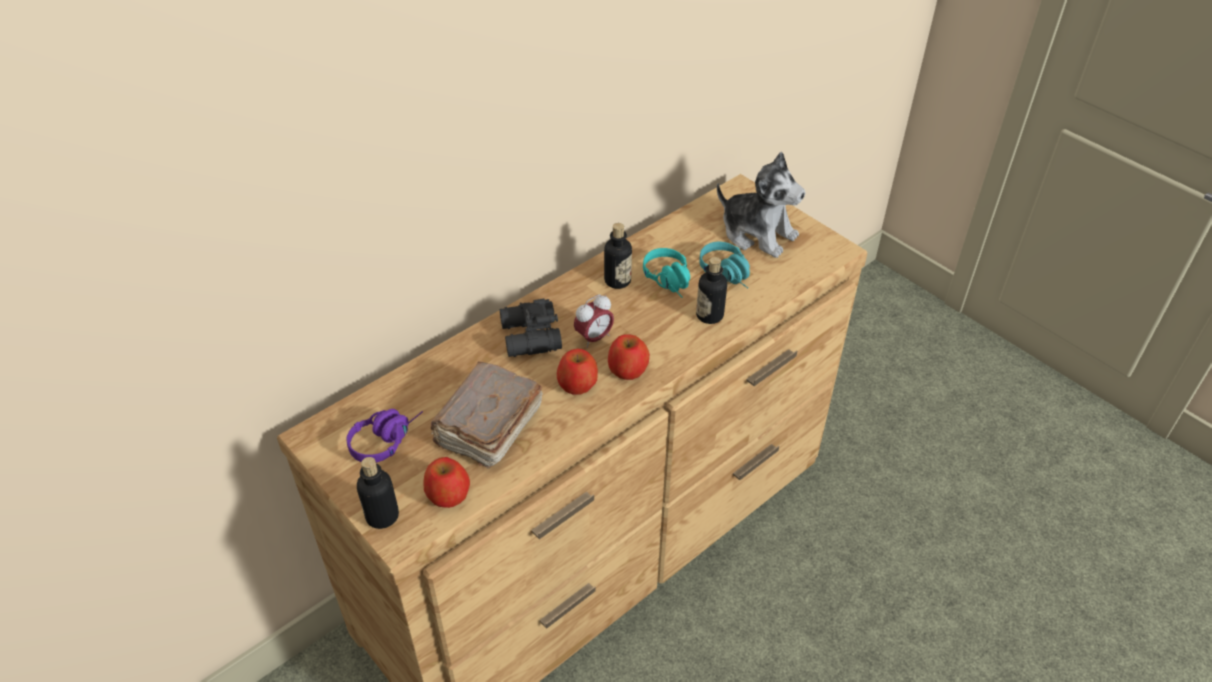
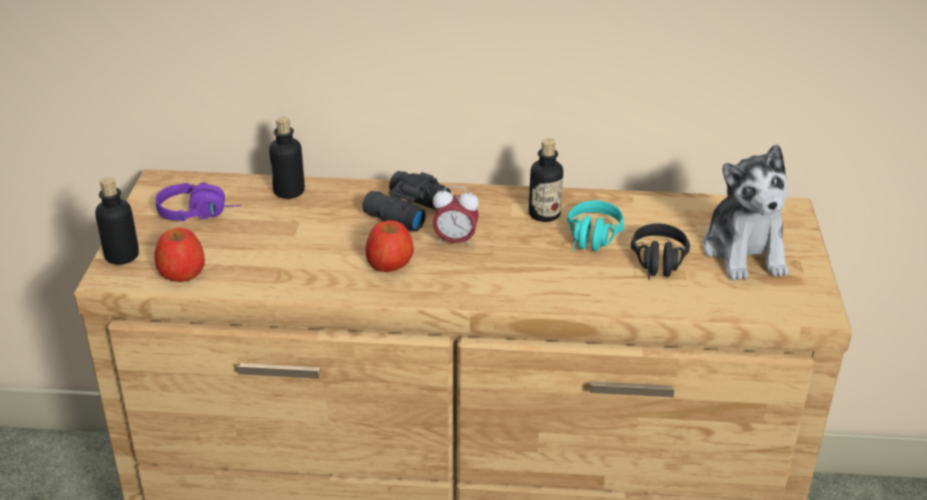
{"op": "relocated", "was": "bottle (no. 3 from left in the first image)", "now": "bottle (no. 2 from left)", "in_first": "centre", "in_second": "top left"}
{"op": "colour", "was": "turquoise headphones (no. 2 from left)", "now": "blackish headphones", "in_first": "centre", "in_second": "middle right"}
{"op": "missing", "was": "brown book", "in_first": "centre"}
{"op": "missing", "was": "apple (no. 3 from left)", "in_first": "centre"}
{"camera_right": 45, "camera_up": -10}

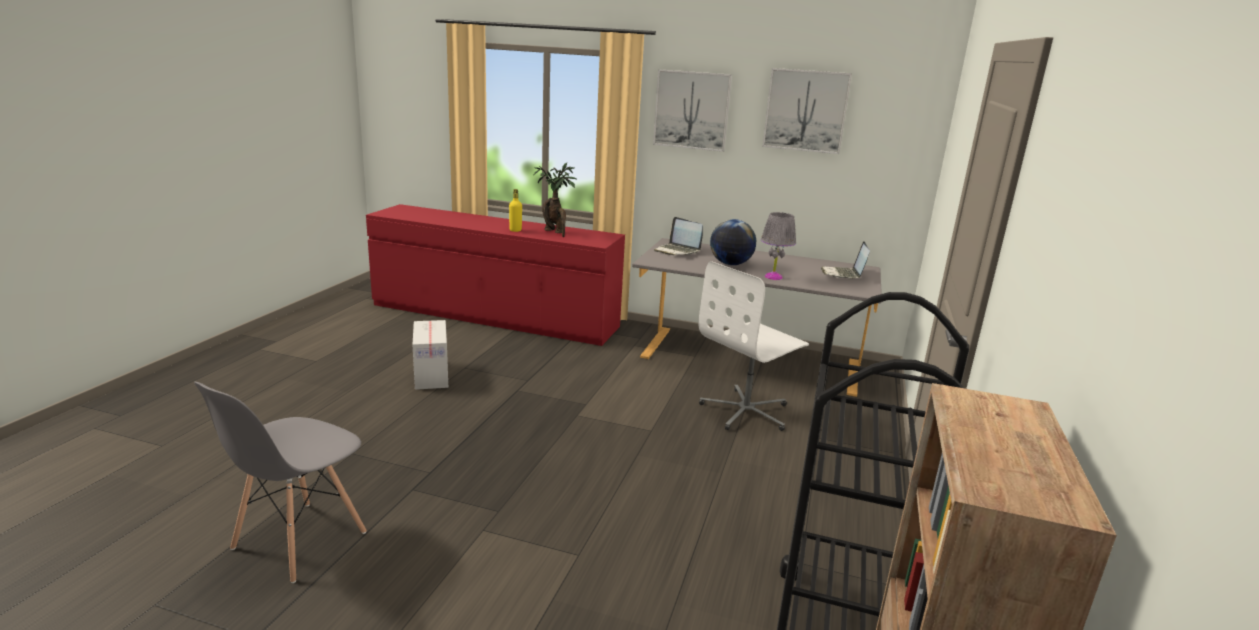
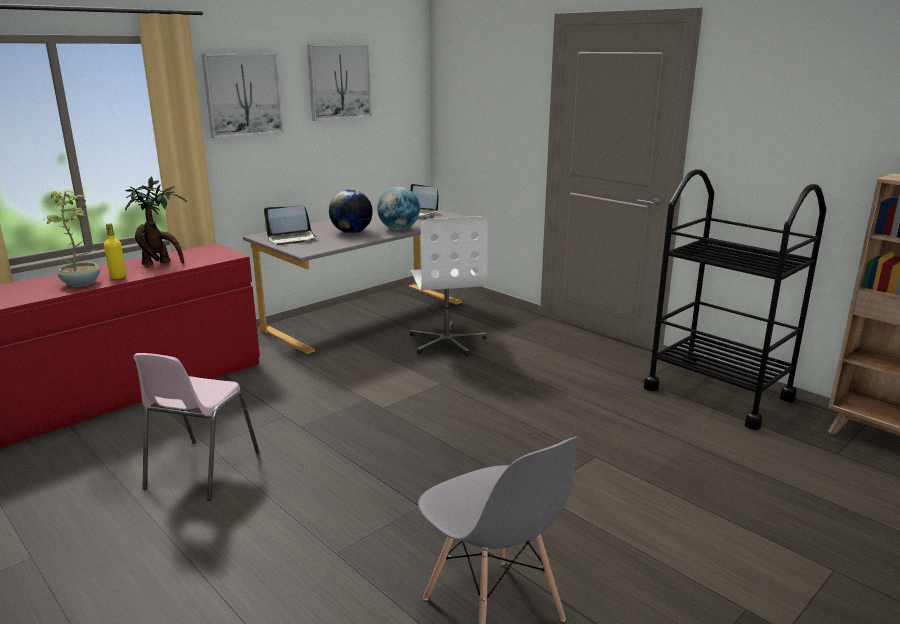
{"op": "appeared", "now": "plant in a pot (no. 1 from left)", "in_second": "middle left"}
{"op": "exchanged", "was": "packing box", "now": "pinkish upright chair", "in_first": "centre", "in_second": "bottom left"}
{"op": "exchanged", "was": "gray tabletop lamp", "now": "desk globe (no. 2 from left)", "in_first": "centre", "in_second": "centre"}
{"camera_right": -60, "camera_up": 0}

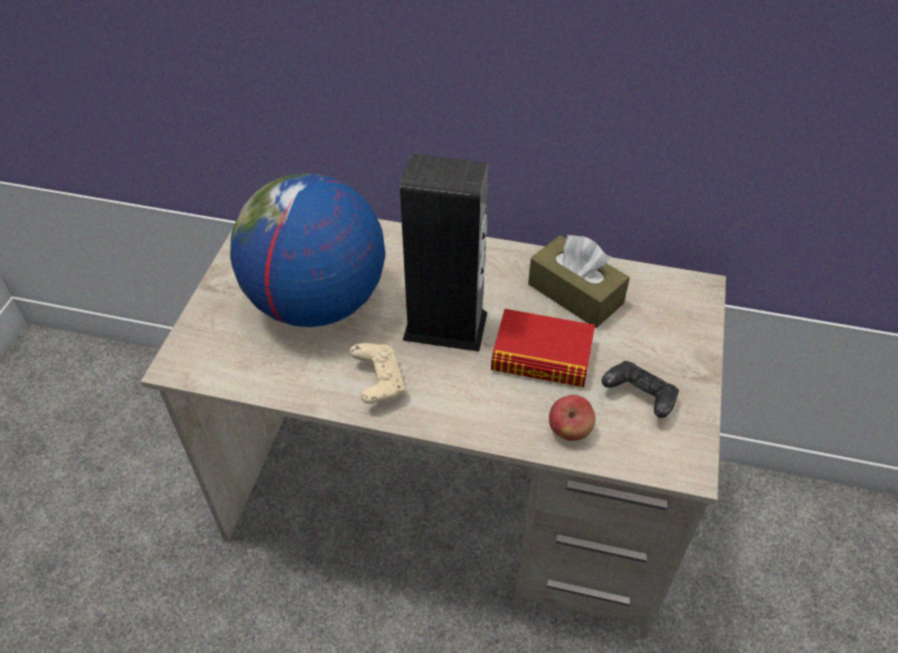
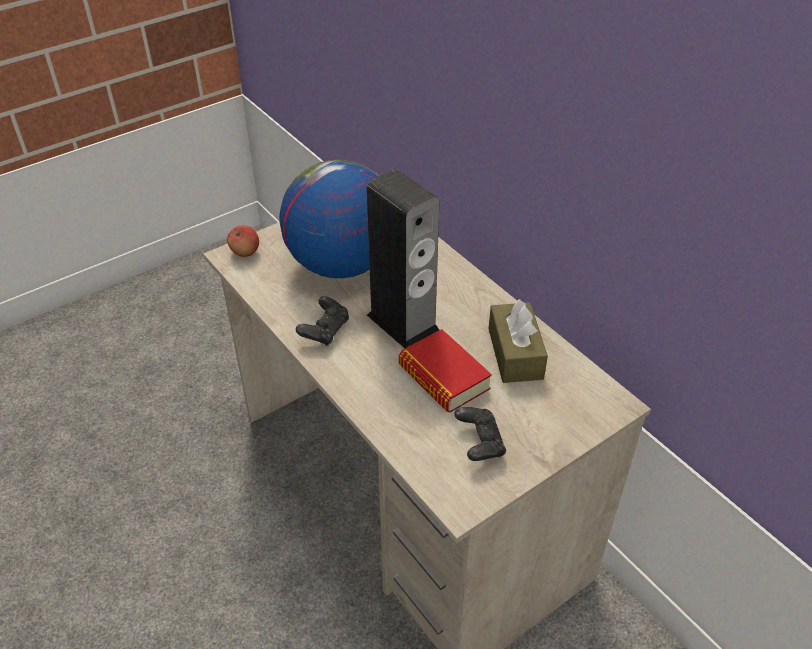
{"op": "relocated", "was": "apple", "in_first": "centre", "in_second": "middle left"}
{"op": "colour", "was": "beige game controller", "now": "blackish game controller (no. 1 from left)", "in_first": "centre", "in_second": "centre"}
{"camera_right": 40, "camera_up": -5}

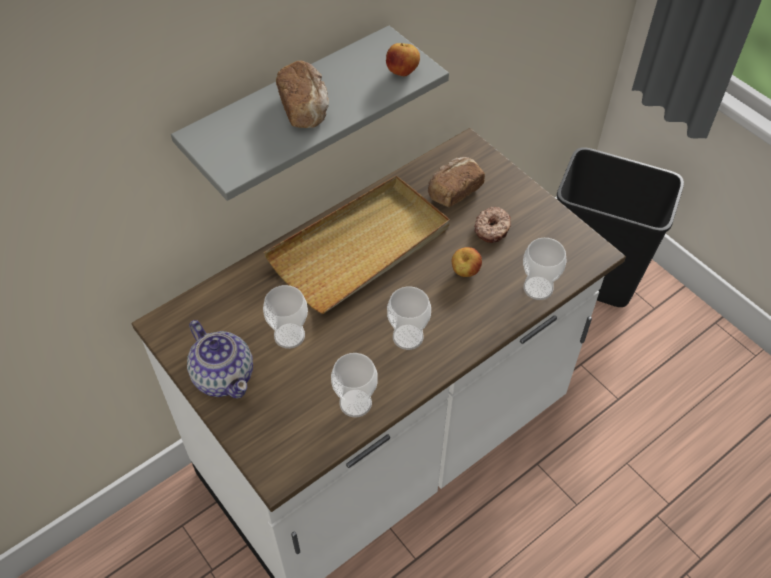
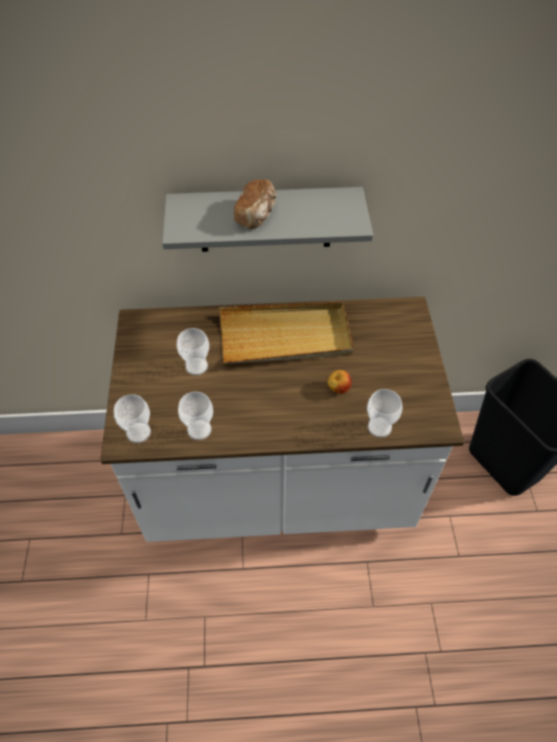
{"op": "relocated", "was": "drinking cup (no. 3 from left in the first image)", "now": "drinking cup (no. 1 from left)", "in_first": "centre", "in_second": "middle left"}
{"op": "missing", "was": "teapot", "in_first": "middle left"}
{"op": "missing", "was": "apple (no. 1 from left)", "in_first": "top centre"}
{"op": "missing", "was": "bakery bread (no. 2 from left)", "in_first": "top centre"}
{"op": "missing", "was": "ring doughnut", "in_first": "centre"}
{"camera_right": 35, "camera_up": 0}

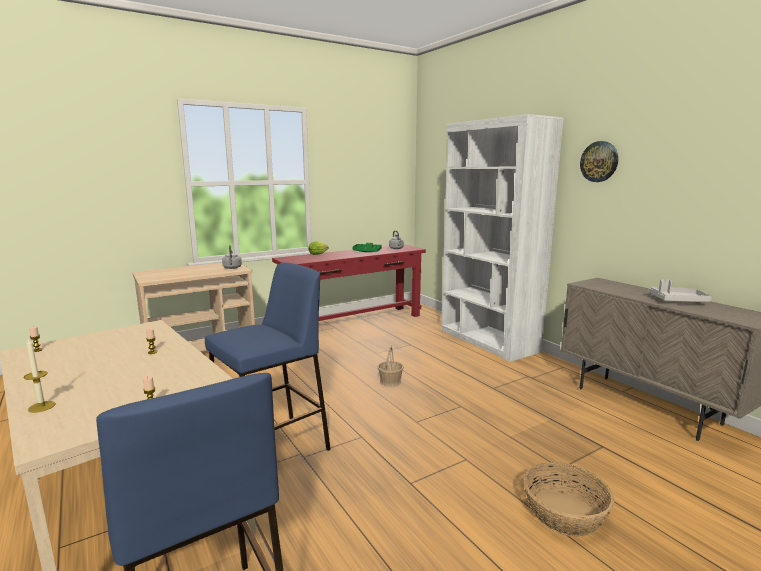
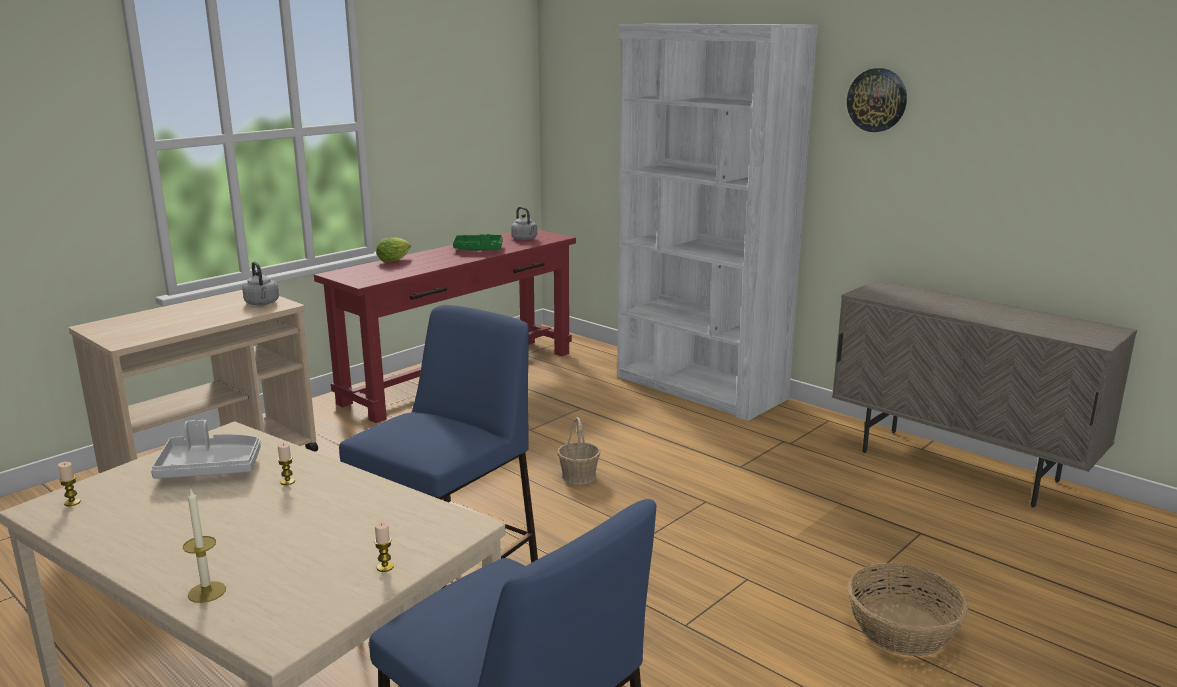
{"op": "relocated", "was": "gray serving tray", "in_first": "middle right", "in_second": "middle left"}
{"camera_right": -15, "camera_up": 5}

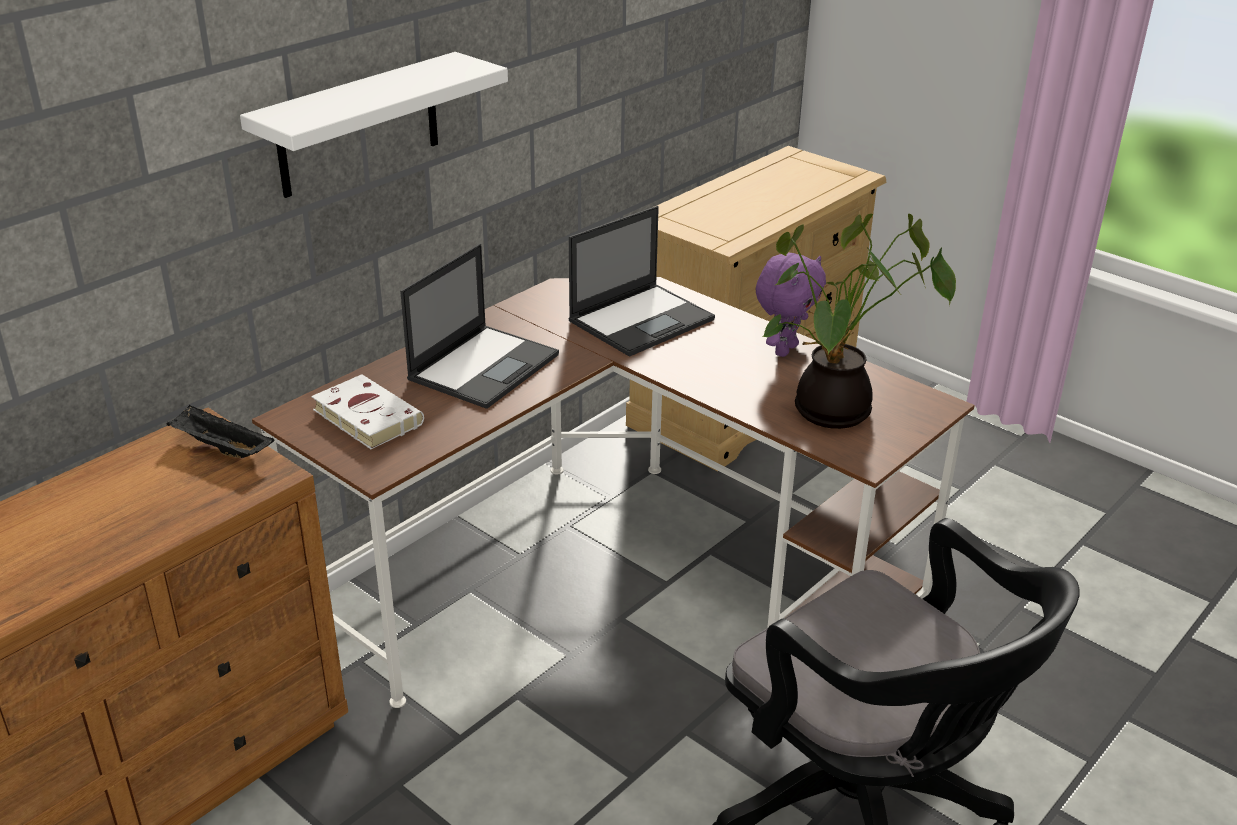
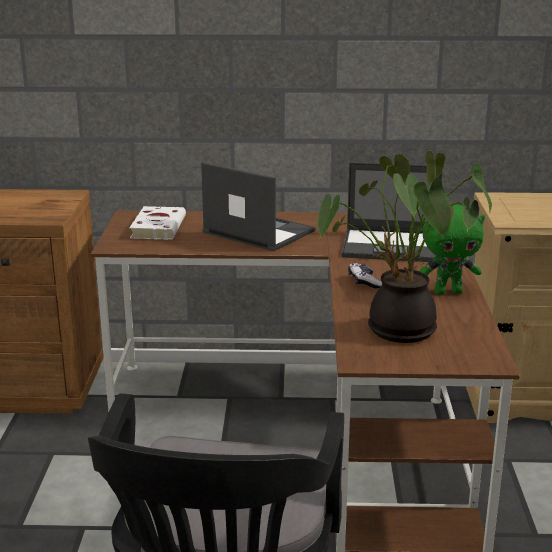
{"op": "spun", "was": "notebook computer (no. 1 from left)", "in_first": "centre", "in_second": "centre", "clockwise": -135}
{"op": "appeared", "now": "game controller", "in_second": "centre"}
{"op": "colour", "was": "purple-coloured cuddly toy", "now": "green-coloured cuddly toy", "in_first": "centre", "in_second": "middle right"}
{"op": "missing", "was": "blackish serving tray", "in_first": "middle left"}
{"op": "missing", "was": "white shelf", "in_first": "top left"}
{"camera_right": 50, "camera_up": -10}

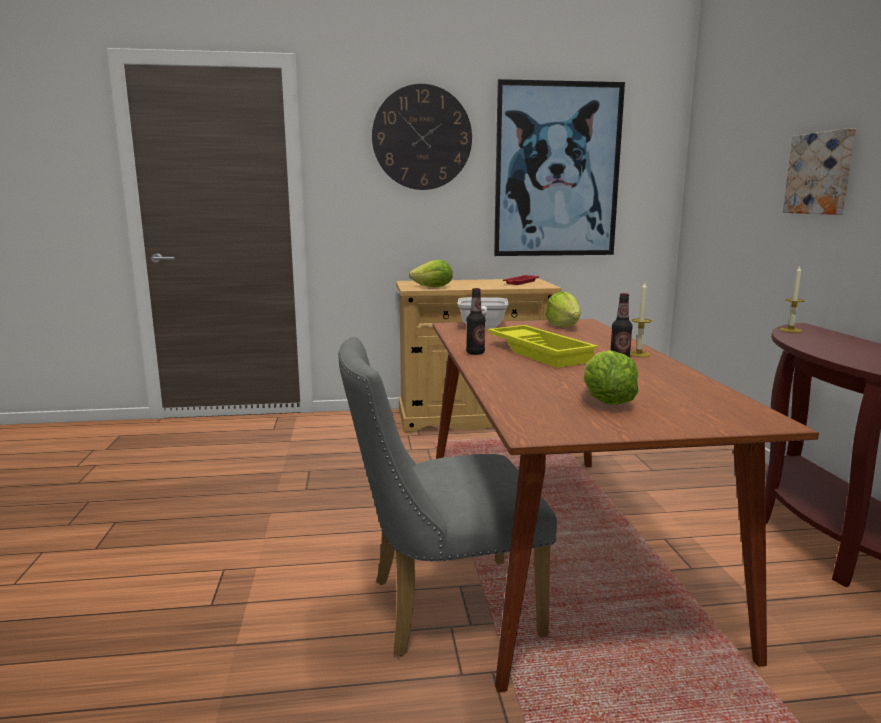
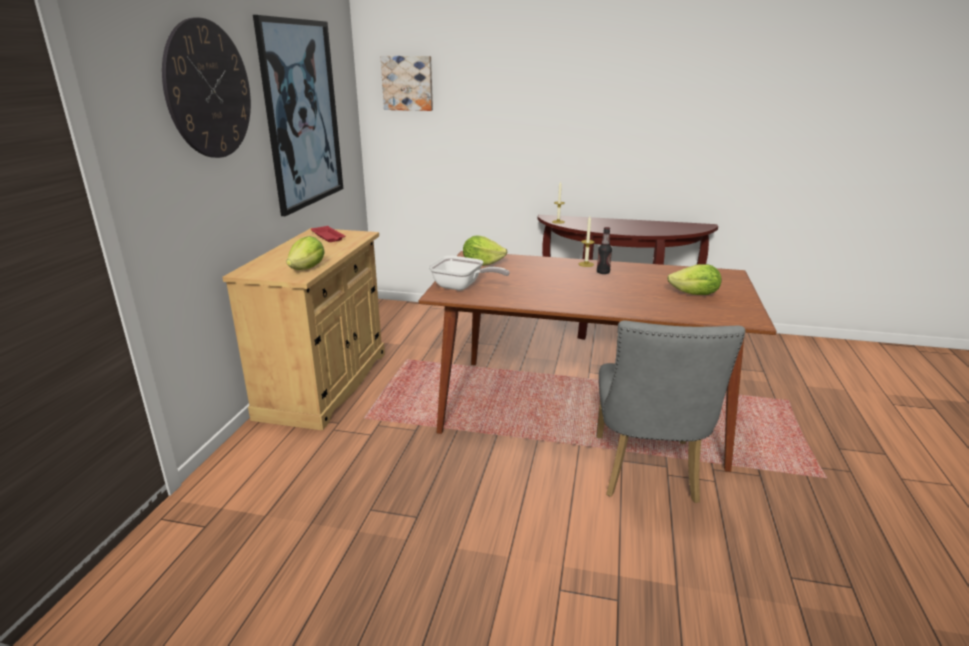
{"op": "relocated", "was": "picture (no. 2 from left)", "in_first": "top right", "in_second": "top centre"}
{"op": "missing", "was": "bottle (no. 1 from left)", "in_first": "centre"}
{"op": "missing", "was": "yellow serving tray", "in_first": "centre"}
{"camera_right": -70, "camera_up": 10}

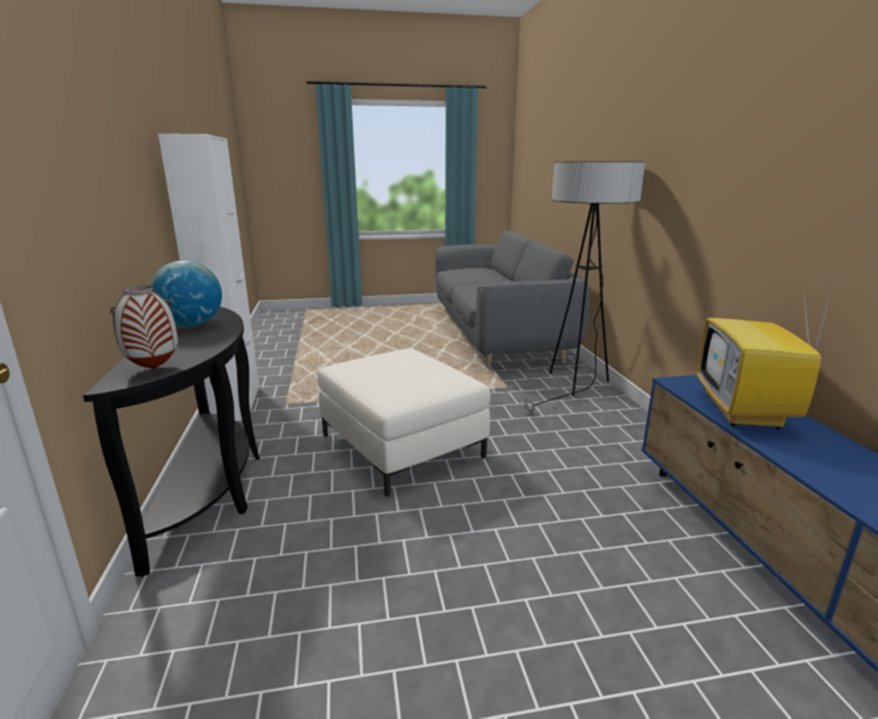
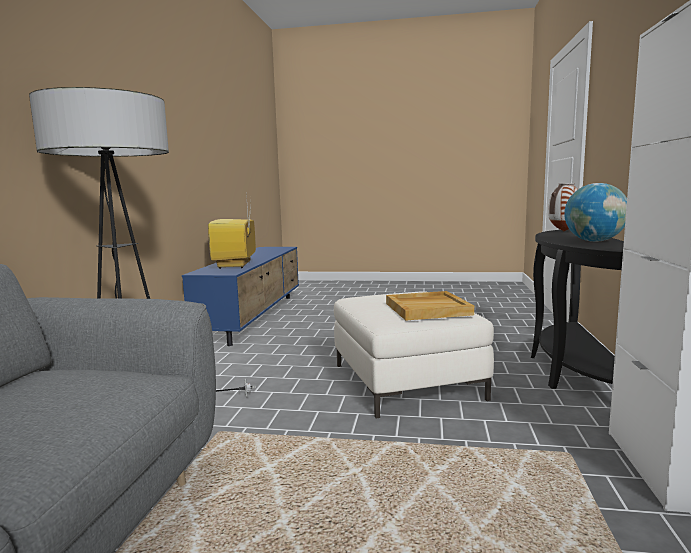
{"op": "spun", "was": "TV set", "in_first": "middle right", "in_second": "centre", "clockwise": 150}
{"op": "appeared", "now": "beige serving tray", "in_second": "centre"}
{"camera_right": -160, "camera_up": -10}

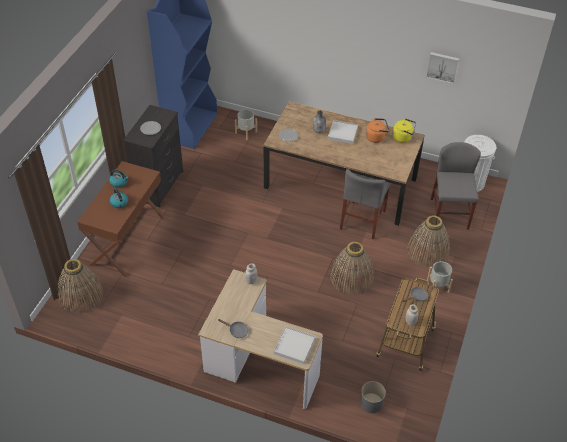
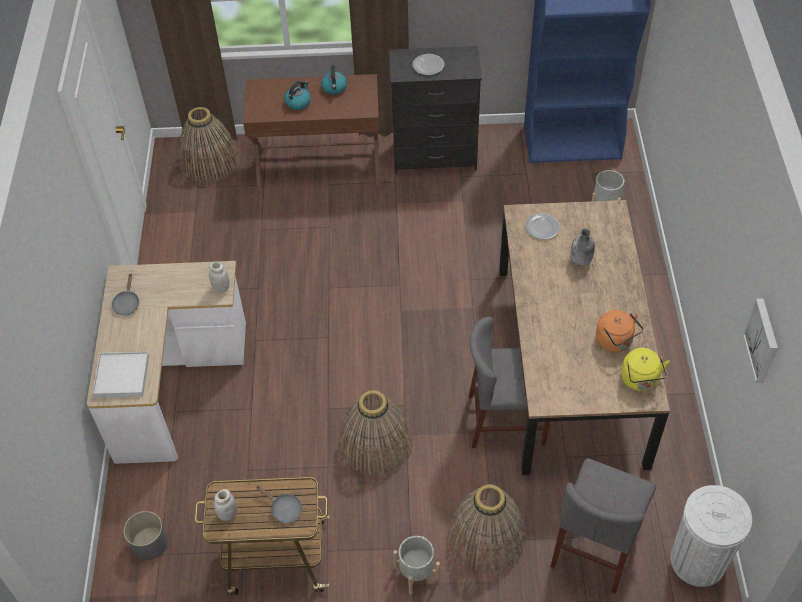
{"op": "spun", "was": "gray upright chair (no. 2 from left)", "in_first": "middle right", "in_second": "bottom right", "clockwise": 135}
{"op": "missing", "was": "white serving tray (no. 2 from left)", "in_first": "top centre"}
{"camera_right": 70, "camera_up": 5}

